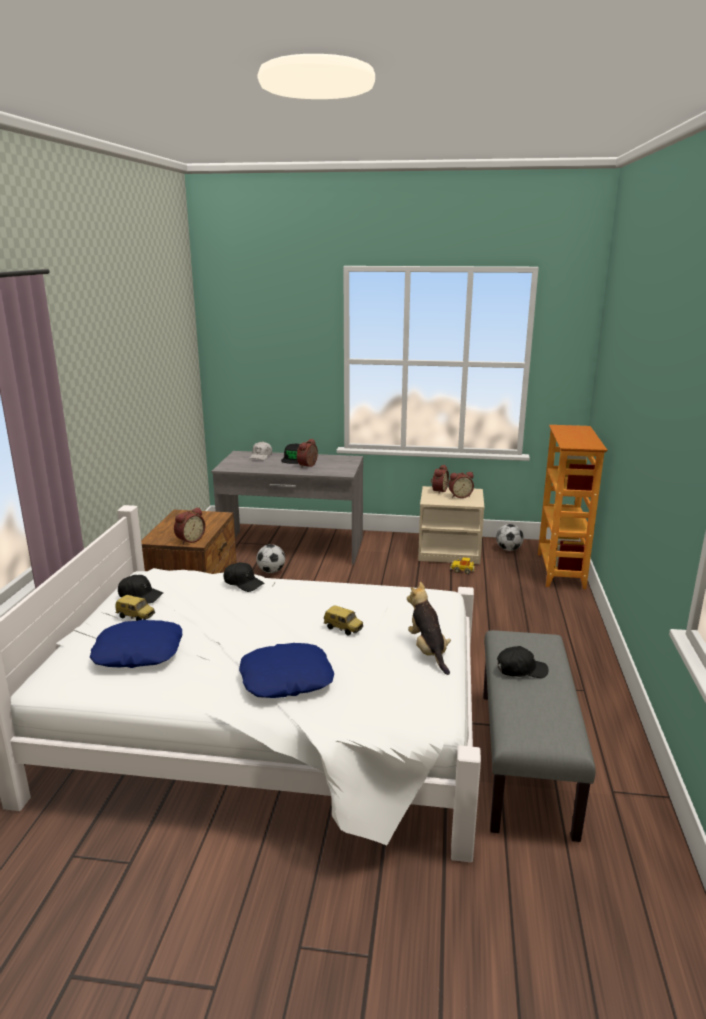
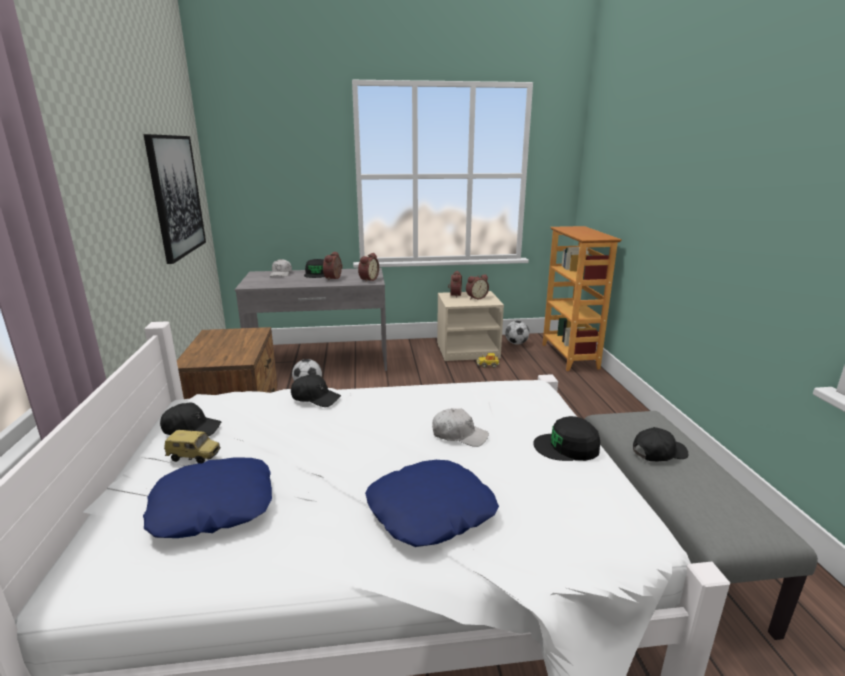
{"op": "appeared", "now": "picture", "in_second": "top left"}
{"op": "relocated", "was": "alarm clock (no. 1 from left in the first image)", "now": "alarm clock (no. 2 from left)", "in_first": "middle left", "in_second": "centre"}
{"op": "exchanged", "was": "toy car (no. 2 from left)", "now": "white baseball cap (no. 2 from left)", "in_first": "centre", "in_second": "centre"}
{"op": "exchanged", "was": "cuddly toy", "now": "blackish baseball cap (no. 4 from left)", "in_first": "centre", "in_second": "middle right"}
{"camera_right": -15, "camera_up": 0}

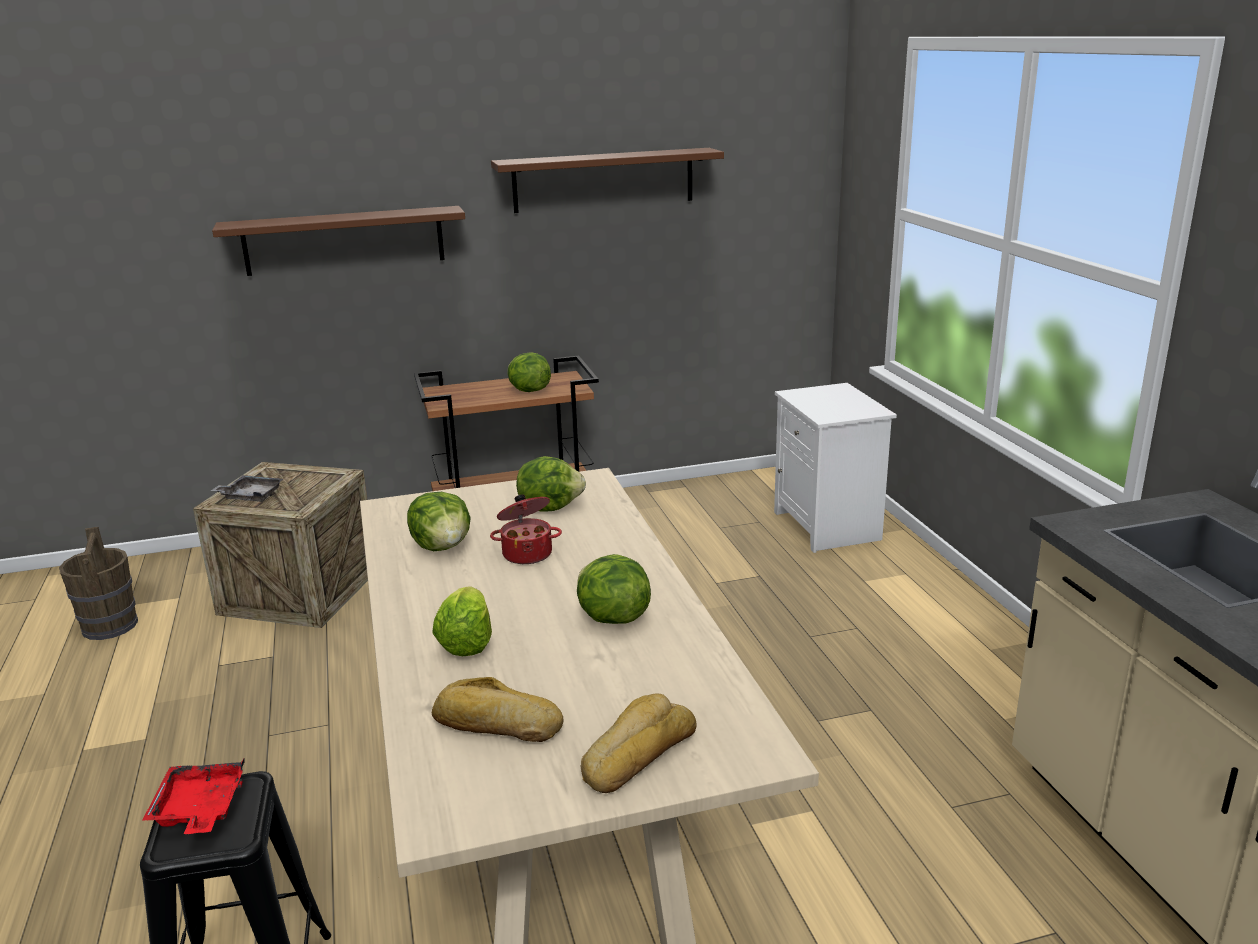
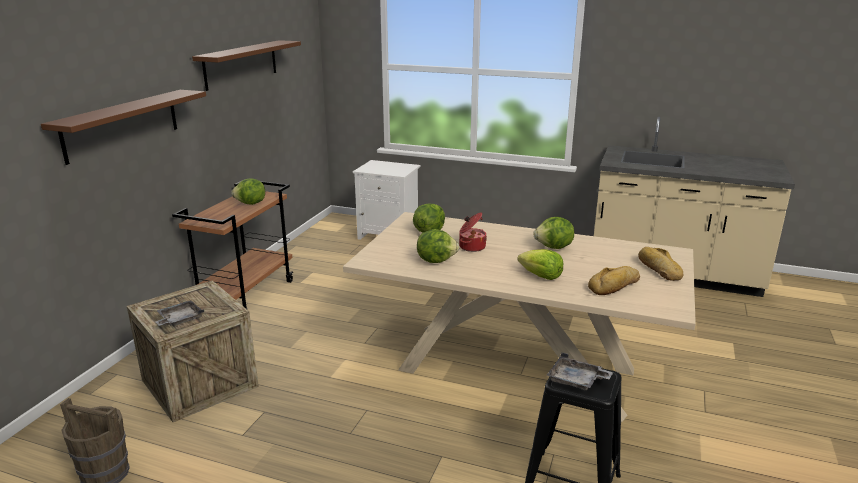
{"op": "colour", "was": "reddish serving tray", "now": "gray serving tray (no. 2 from left)", "in_first": "bottom left", "in_second": "bottom right"}
{"camera_right": -55, "camera_up": 0}

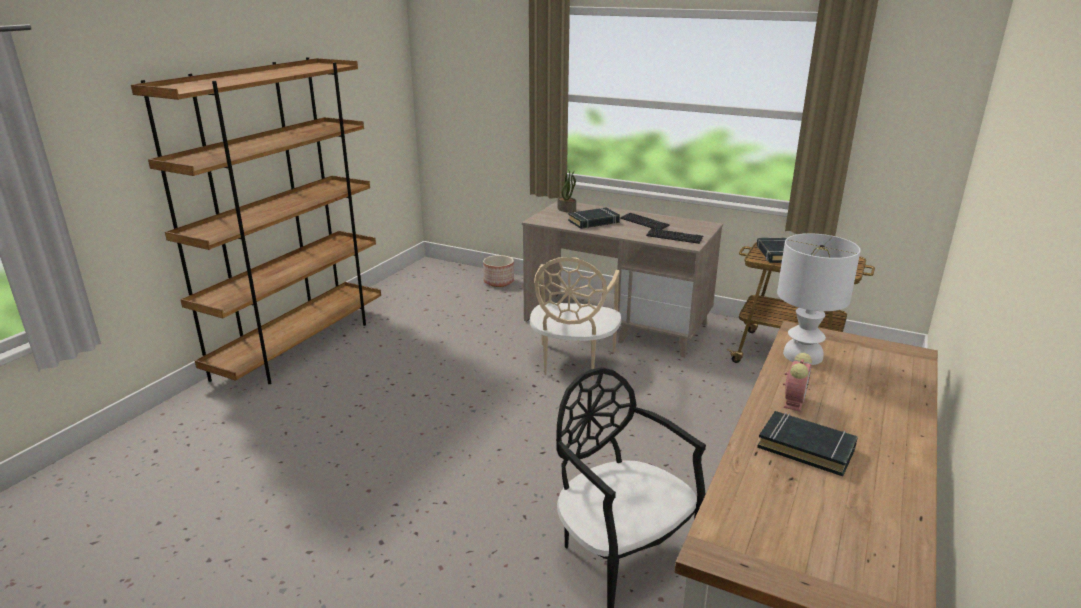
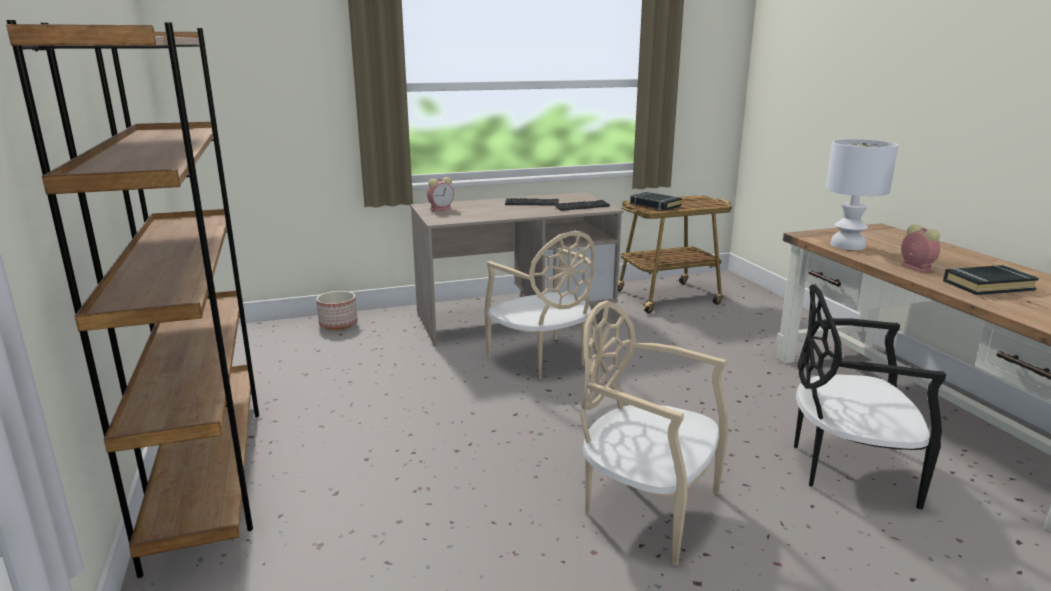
{"op": "exchanged", "was": "plant in a pot", "now": "alarm clock (no. 1 from left)", "in_first": "top centre", "in_second": "top centre"}
{"op": "appeared", "now": "beige upright chair (no. 2 from left)", "in_second": "bottom centre"}
{"op": "missing", "was": "blackish book (no. 1 from left)", "in_first": "centre"}
{"camera_right": -45, "camera_up": -5}

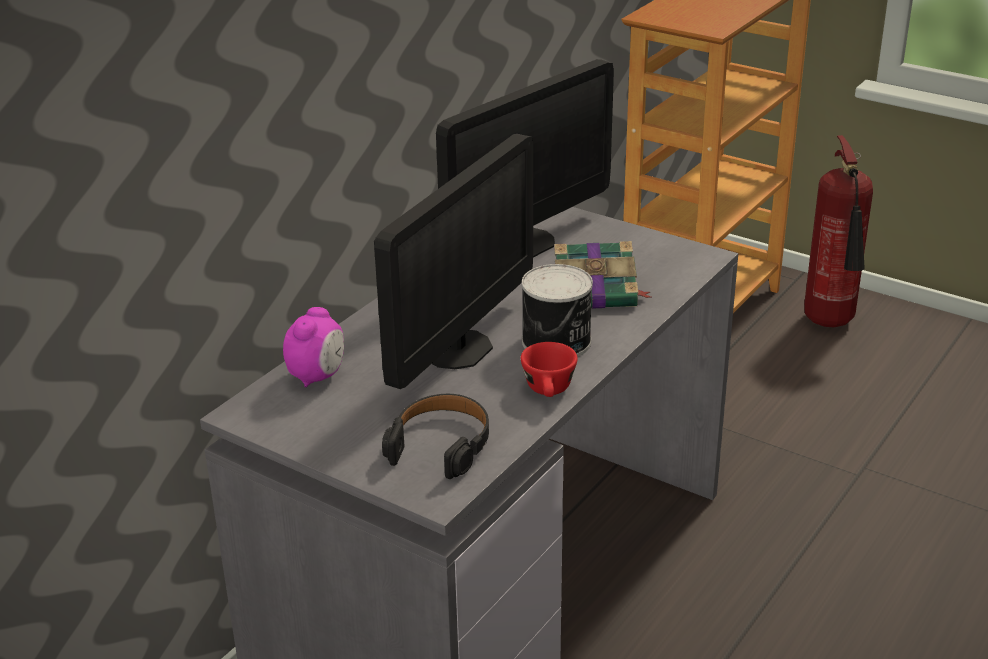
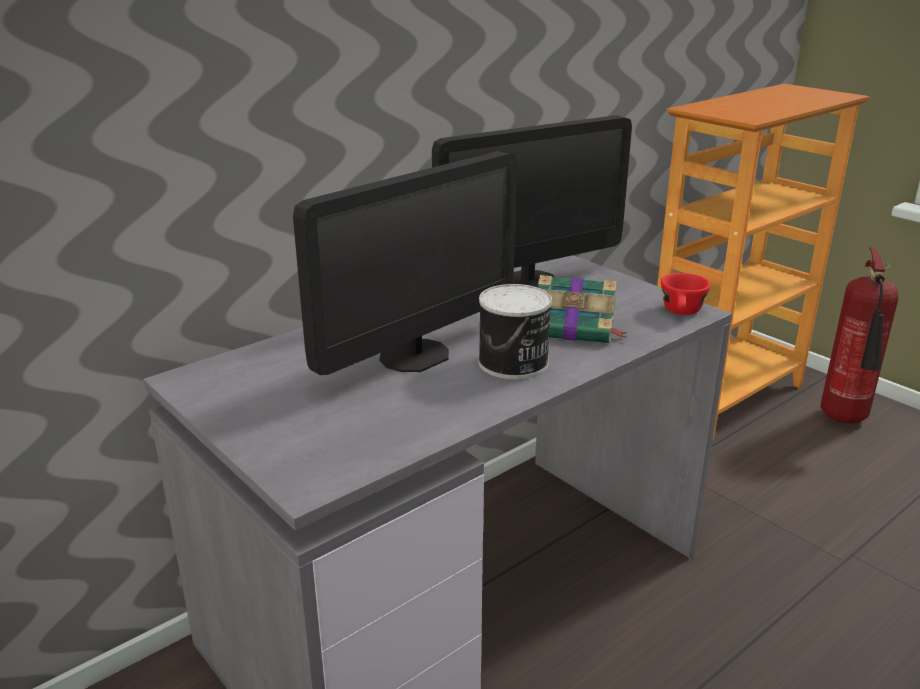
{"op": "relocated", "was": "reddish drinking cup", "in_first": "centre", "in_second": "middle right"}
{"op": "missing", "was": "alarm clock", "in_first": "middle left"}
{"op": "missing", "was": "blackish headphones", "in_first": "centre"}
{"camera_right": 15, "camera_up": -5}

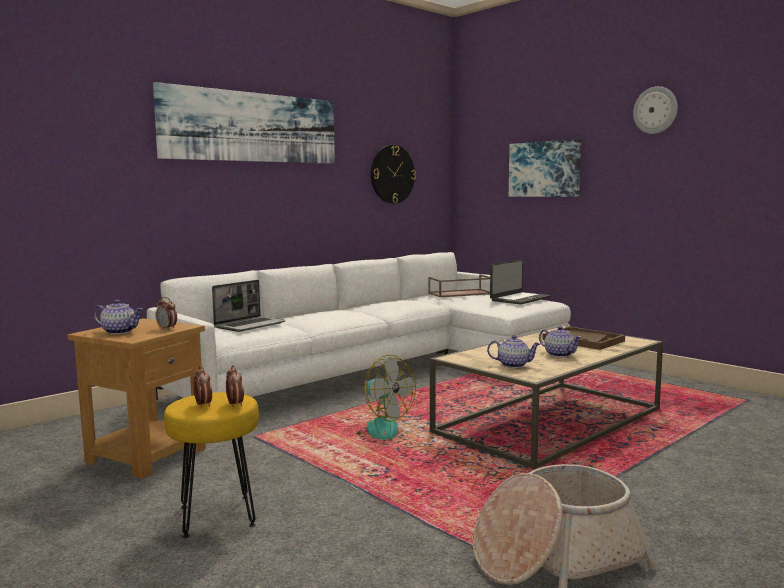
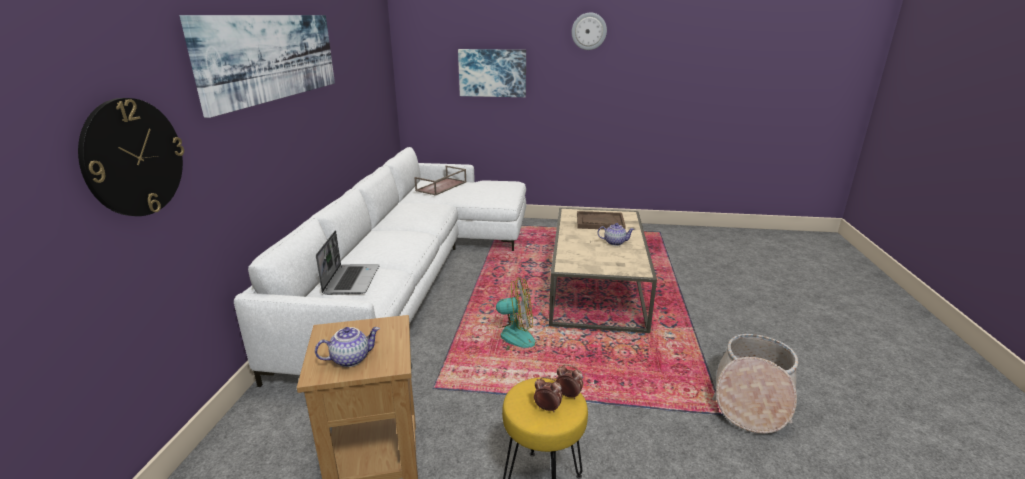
{"op": "relocated", "was": "hanging clock (no. 1 from left)", "in_first": "top centre", "in_second": "top left"}
{"op": "missing", "was": "alarm clock (no. 1 from left)", "in_first": "middle left"}
{"op": "missing", "was": "teapot (no. 2 from left)", "in_first": "centre"}
{"op": "missing", "was": "notebook computer (no. 2 from left)", "in_first": "centre"}
{"camera_right": -40, "camera_up": 15}

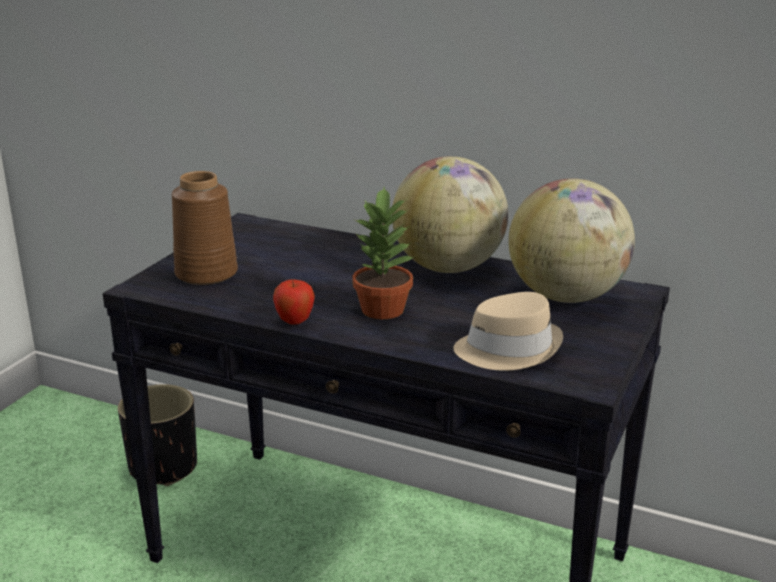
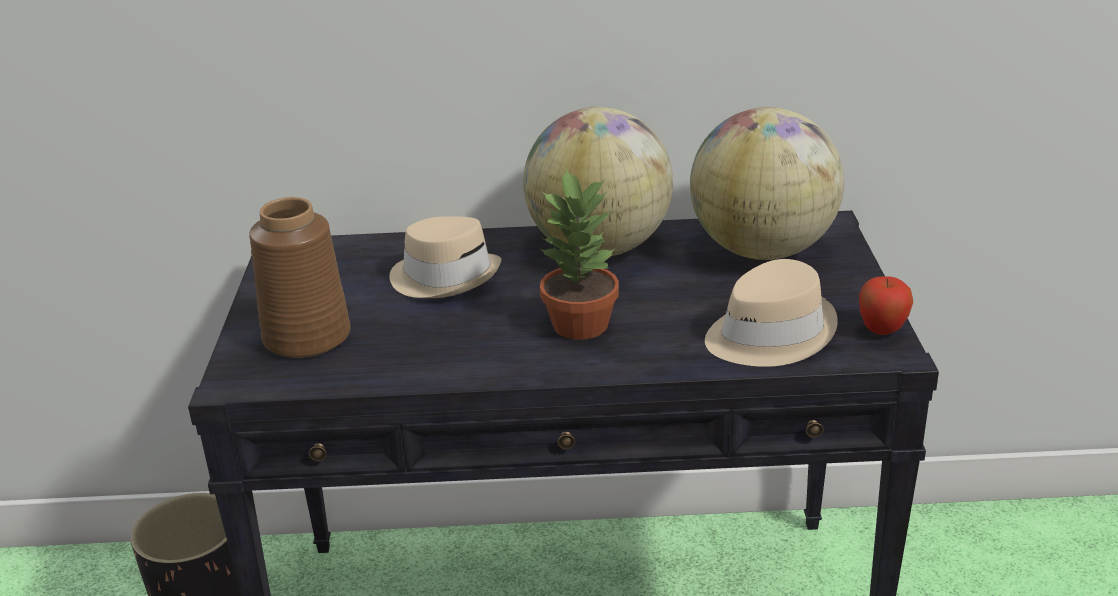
{"op": "appeared", "now": "beige wearable hat (no. 1 from left)", "in_second": "centre"}
{"op": "relocated", "was": "apple", "in_first": "centre", "in_second": "middle right"}
{"camera_right": -25, "camera_up": 5}

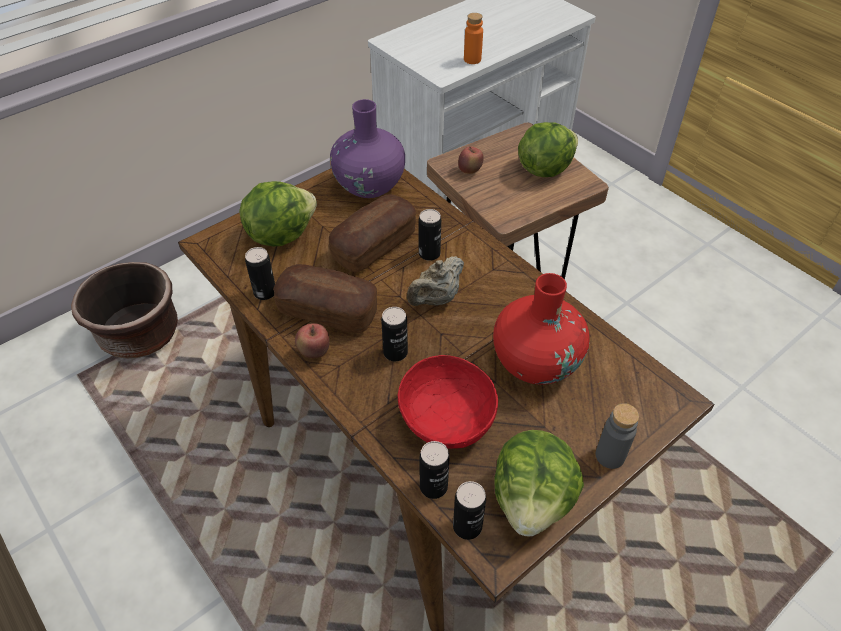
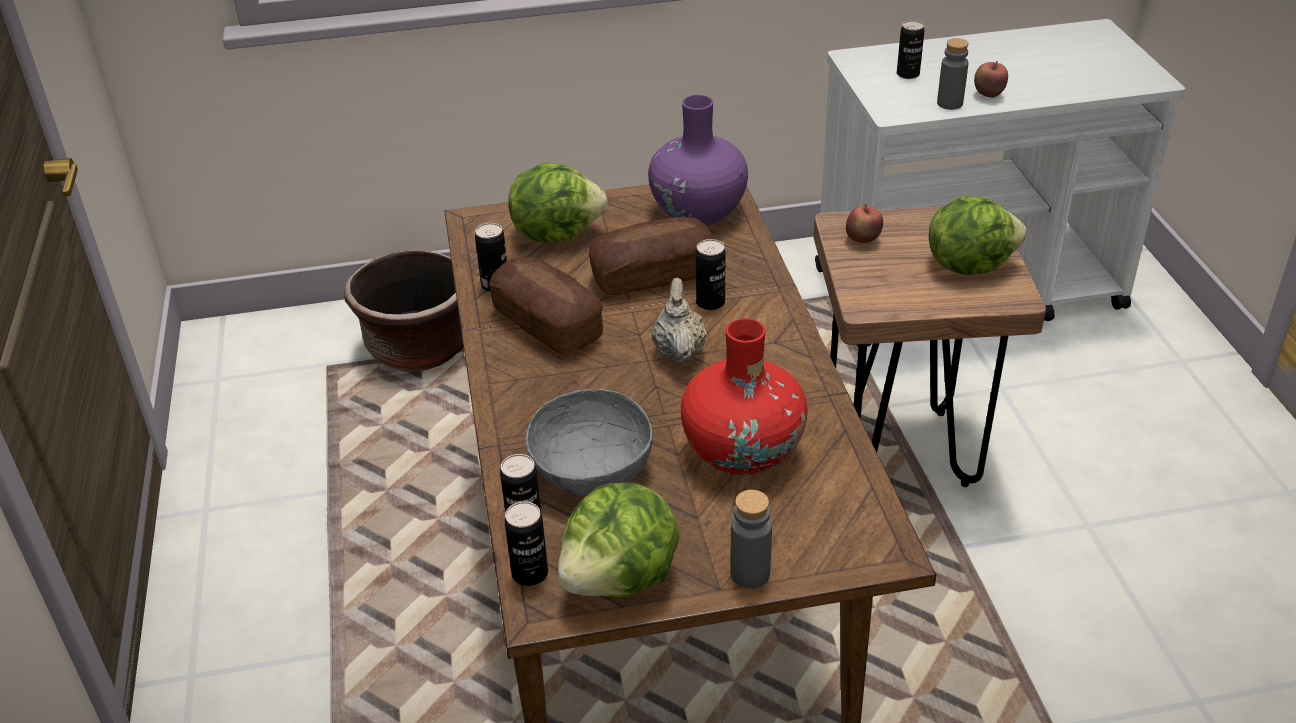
{"op": "colour", "was": "reddish bowl", "now": "gray bowl", "in_first": "centre", "in_second": "centre"}
{"op": "spun", "was": "beige teapot", "in_first": "centre", "in_second": "centre", "clockwise": 105}
{"op": "relocated", "was": "can (no. 2 from left in the first image)", "now": "can (no. 5 from left)", "in_first": "centre", "in_second": "top right"}
{"op": "colour", "was": "orange bottle", "now": "gray bottle (no. 2 from left)", "in_first": "top centre", "in_second": "top right"}
{"op": "relocated", "was": "apple (no. 1 from left in the first image)", "now": "apple (no. 2 from left)", "in_first": "centre", "in_second": "top right"}
{"camera_right": 30, "camera_up": -10}

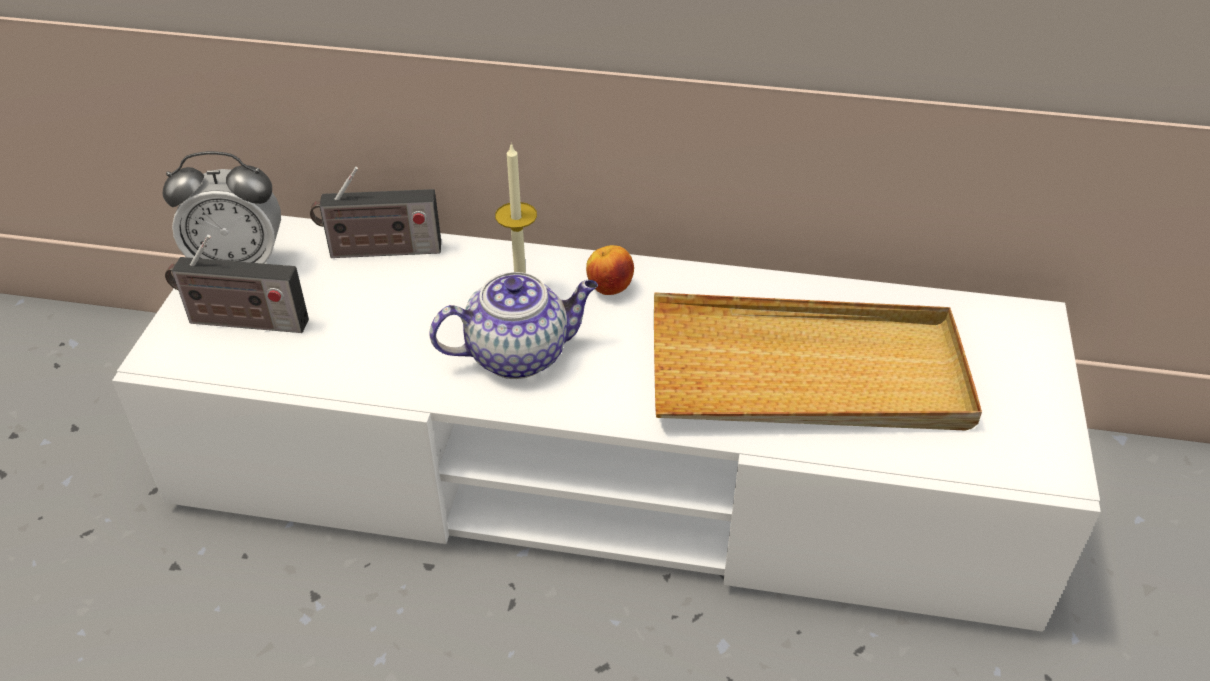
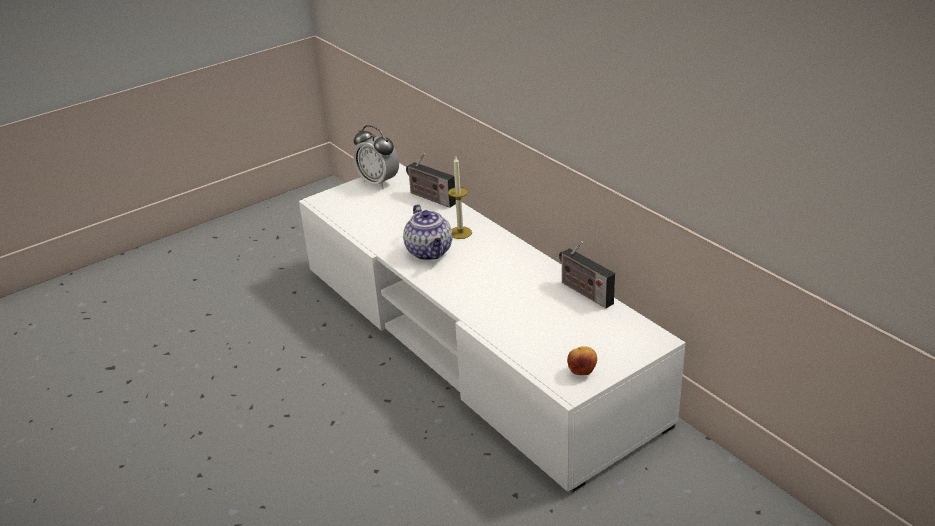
{"op": "spun", "was": "teapot", "in_first": "centre", "in_second": "centre", "clockwise": 45}
{"op": "relocated", "was": "radio (no. 1 from left in the first image)", "now": "radio (no. 2 from left)", "in_first": "middle left", "in_second": "centre"}
{"op": "relocated", "was": "apple", "in_first": "centre", "in_second": "bottom centre"}
{"op": "missing", "was": "beige serving tray", "in_first": "middle right"}
{"camera_right": 45, "camera_up": -10}

